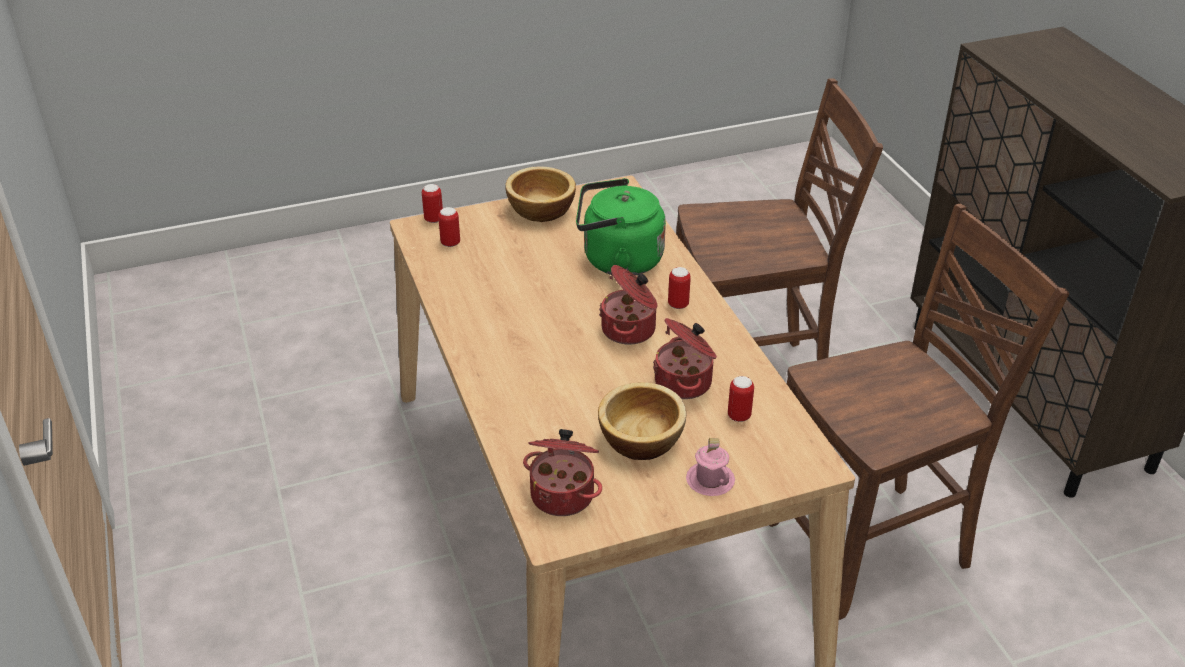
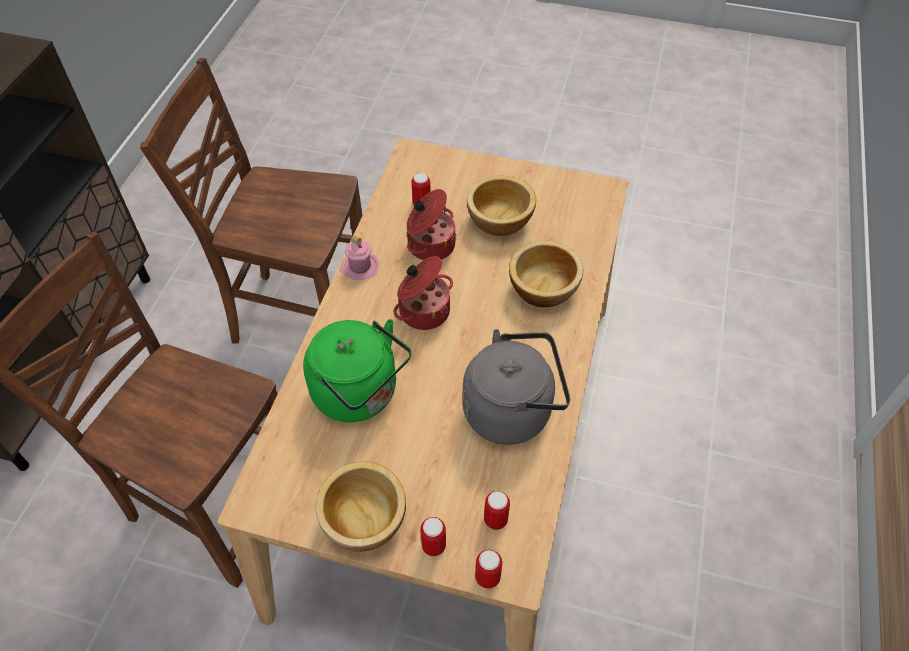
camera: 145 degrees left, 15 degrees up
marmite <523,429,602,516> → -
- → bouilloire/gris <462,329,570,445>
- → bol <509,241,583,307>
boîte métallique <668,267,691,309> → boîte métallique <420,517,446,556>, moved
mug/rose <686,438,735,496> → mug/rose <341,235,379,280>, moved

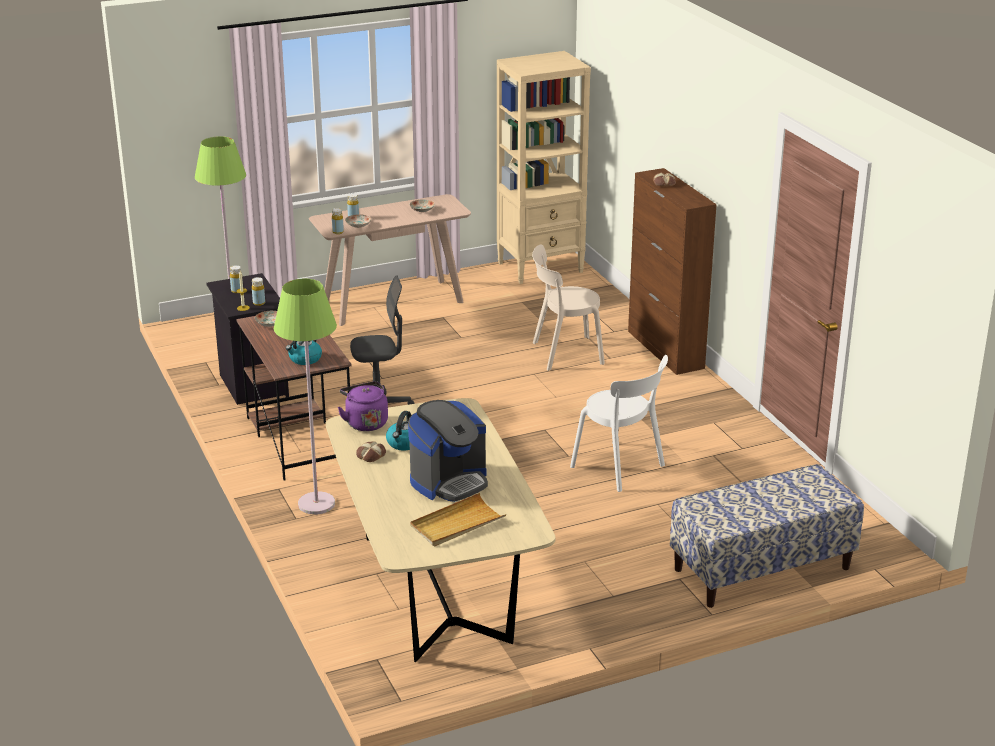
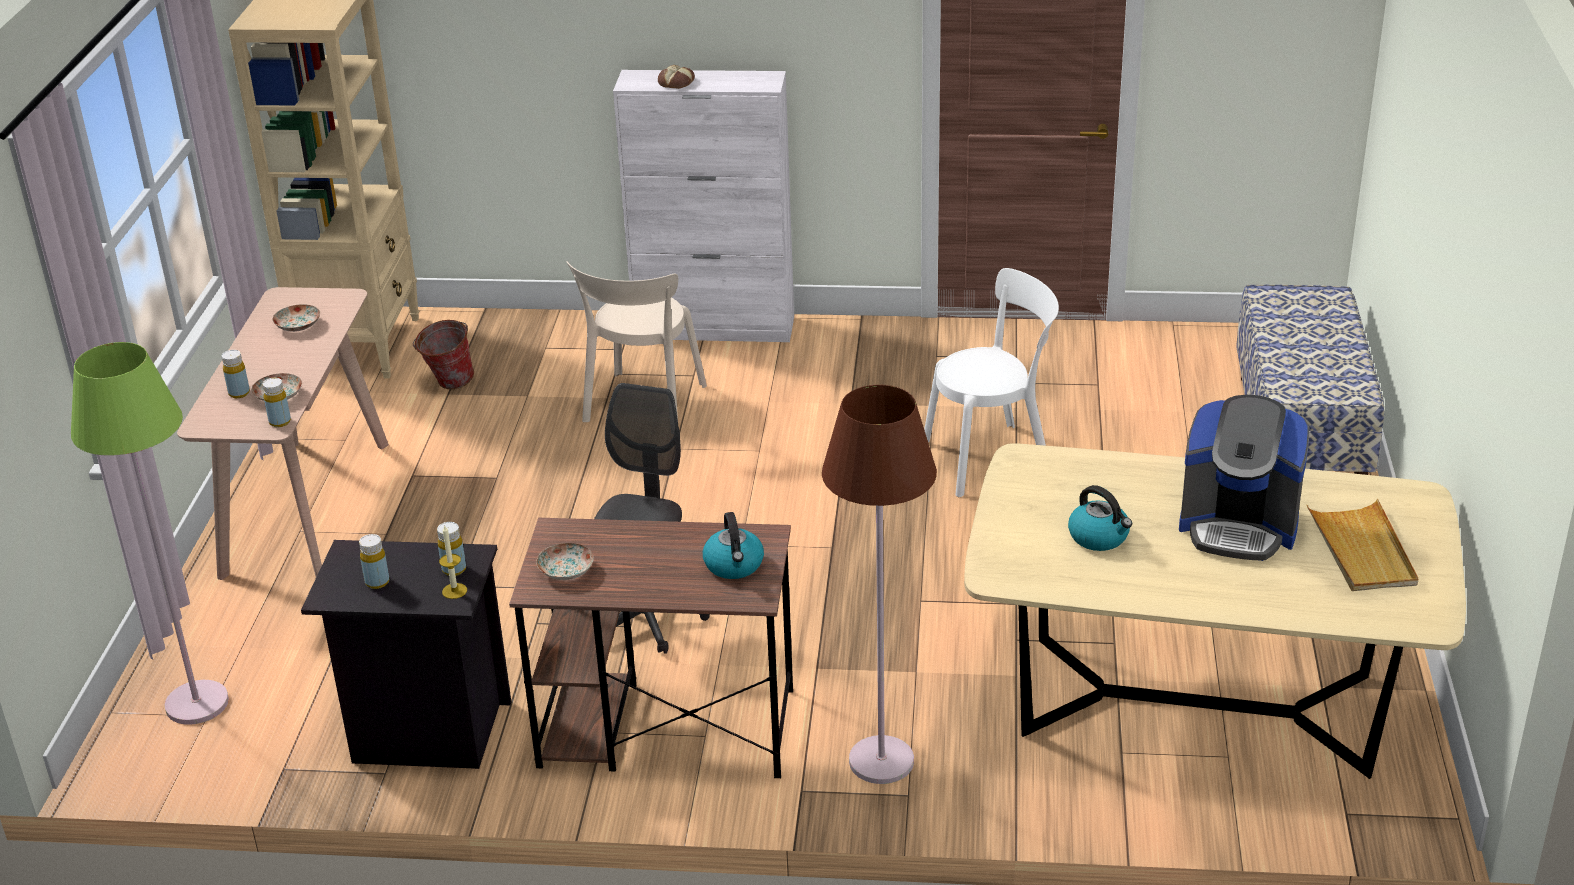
camera: 60 degrees left, 5 degrees up
bouilloire/violet <338,381,388,431> → -
pain <356,441,386,462> → -
- → seau <413,320,474,389>
lampadaire/vert <274,279,337,515> → lampadaire/marron <822,385,937,784>
meuble de rangement/marron <628,168,717,375> → meuble de rangement/blanc <613,70,794,342>
machine à café <408,400,488,502> → machine à café <1179,395,1309,561>, 120 degrees clockwise

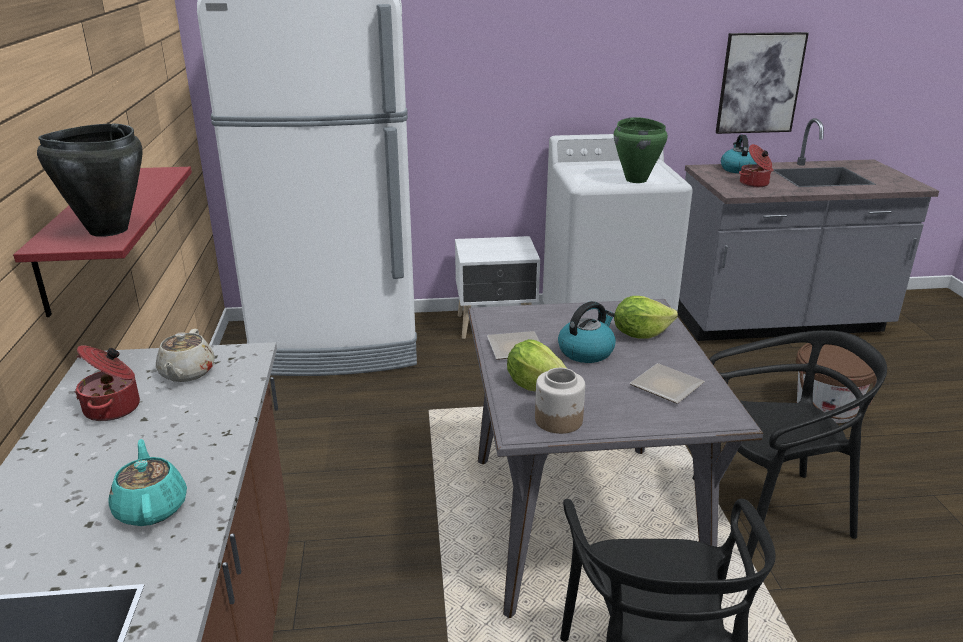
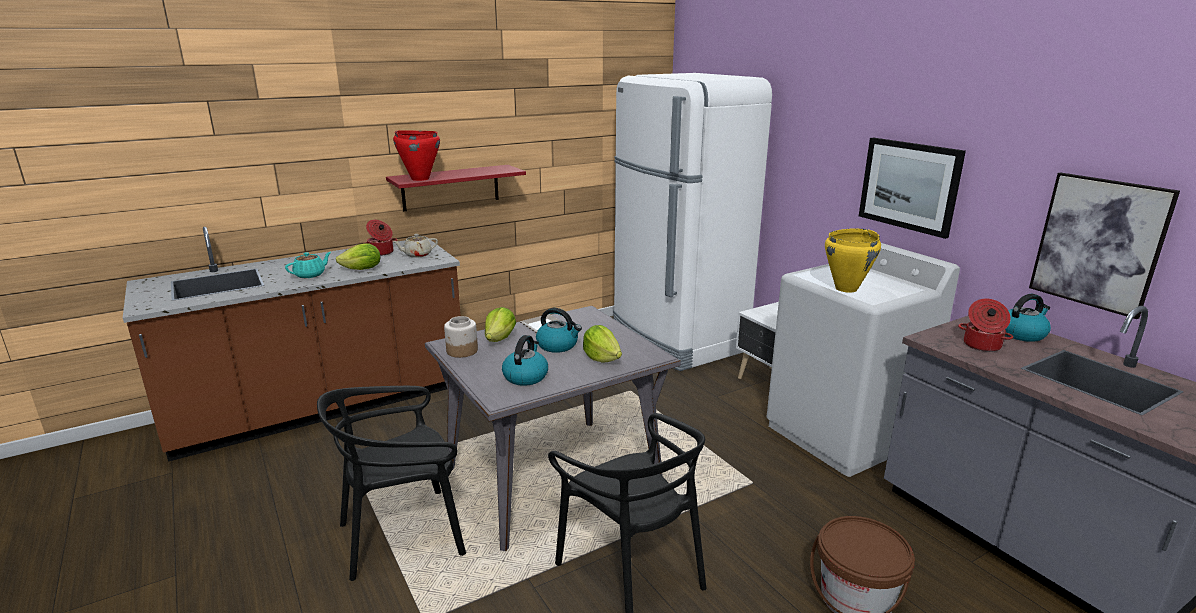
camera: 65 degrees right, 5 degrees down
- → laitue <336,243,381,270>
- → tableau <859,137,966,239>
assiette <629,363,705,404> → bouilloire <502,335,548,386>
marmite/noir <37,123,142,237> → marmite/rouge <393,130,440,181>
marmite/vert <614,117,668,183> → marmite/jaune <825,228,881,293>

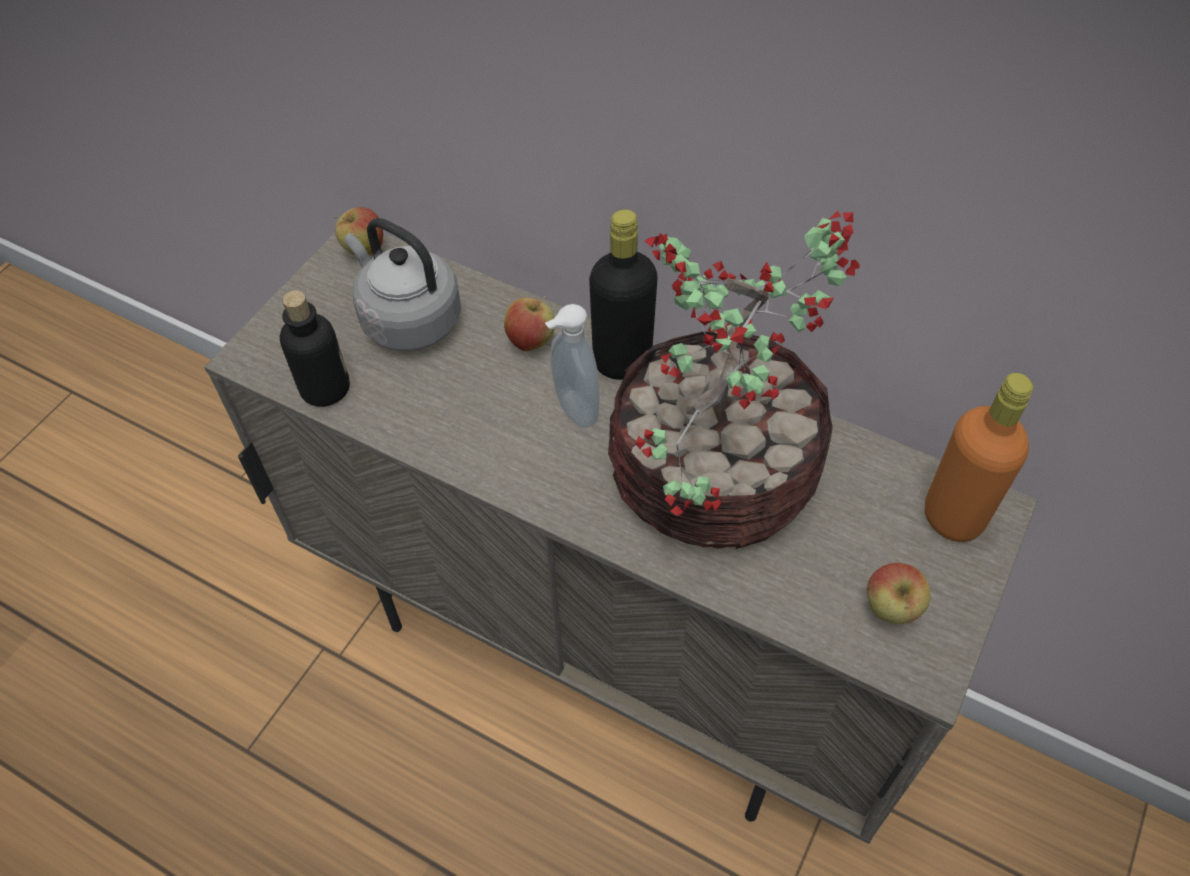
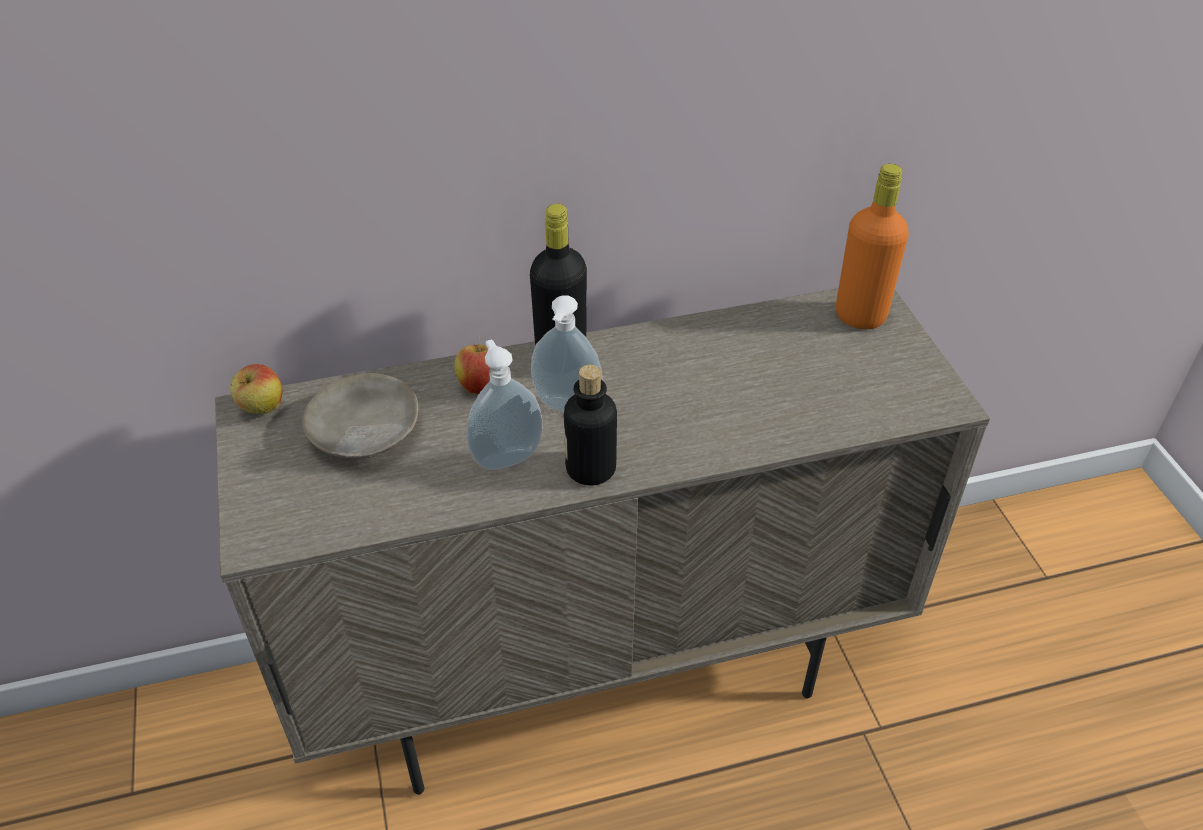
camera: 45 degrees left, 10 degrees down
plante en pot <608,211,860,549> → -
pomme <867,563,931,624> → -
- → distributeur de savon <467,339,542,470>
bouteille <280,290,350,407> → bouteille <564,365,617,486>, moved
bouilloire/gris <345,218,461,351> → assiette/beige <302,373,418,459>

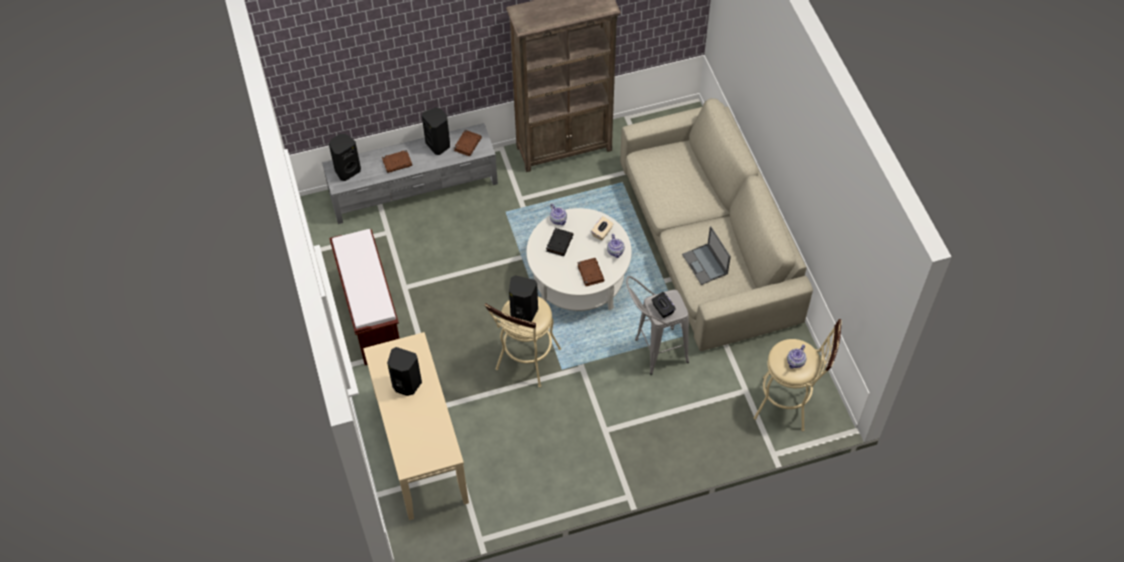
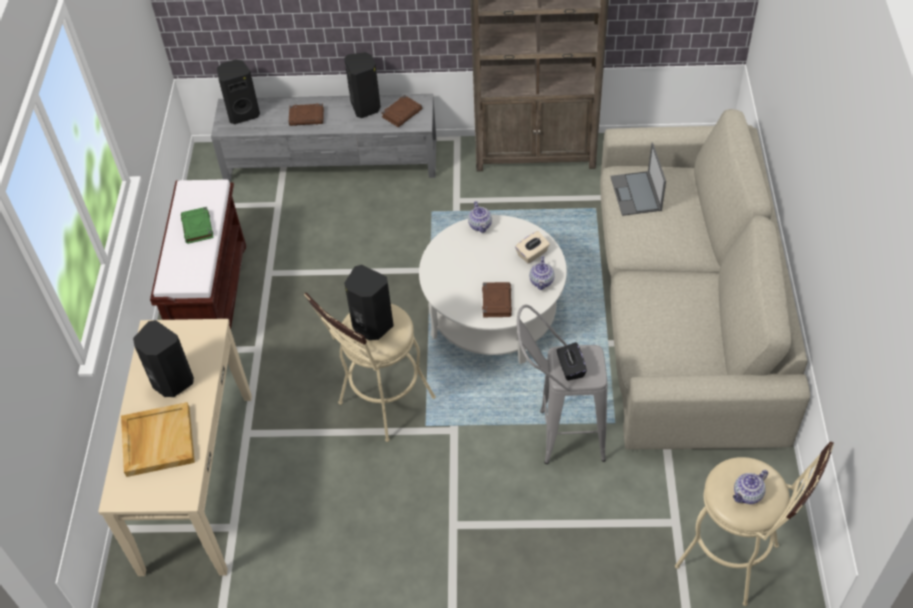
camera: 20 degrees right, 5 degrees down
livre/noir <546,228,574,256> → -
- → plateau/beige <121,402,195,477>
- → livre/vert <181,207,214,244>
ordinateur portable <682,226,731,285> → ordinateur portable <610,142,666,216>, moved

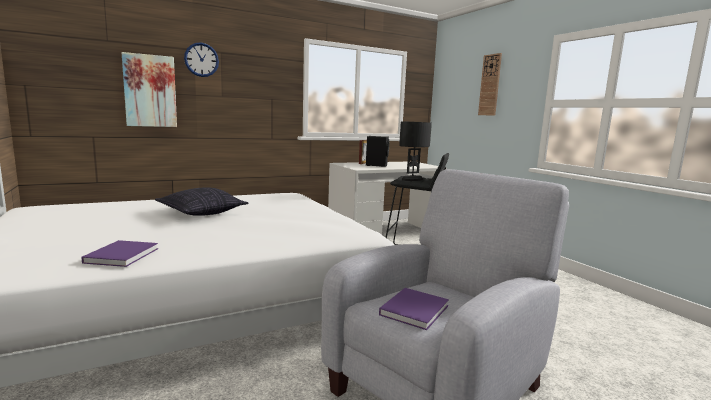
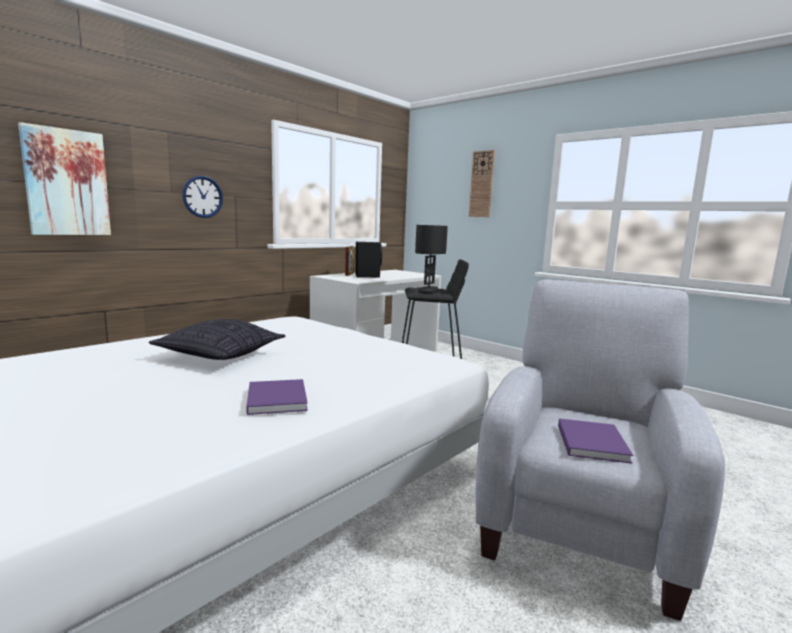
camera: 20 degrees left, 0 degrees up
livre/violet <81,240,158,267> → livre/violet <246,379,308,415>, moved
horloge murale <184,43,219,77> → horloge murale <182,176,223,218>, moved

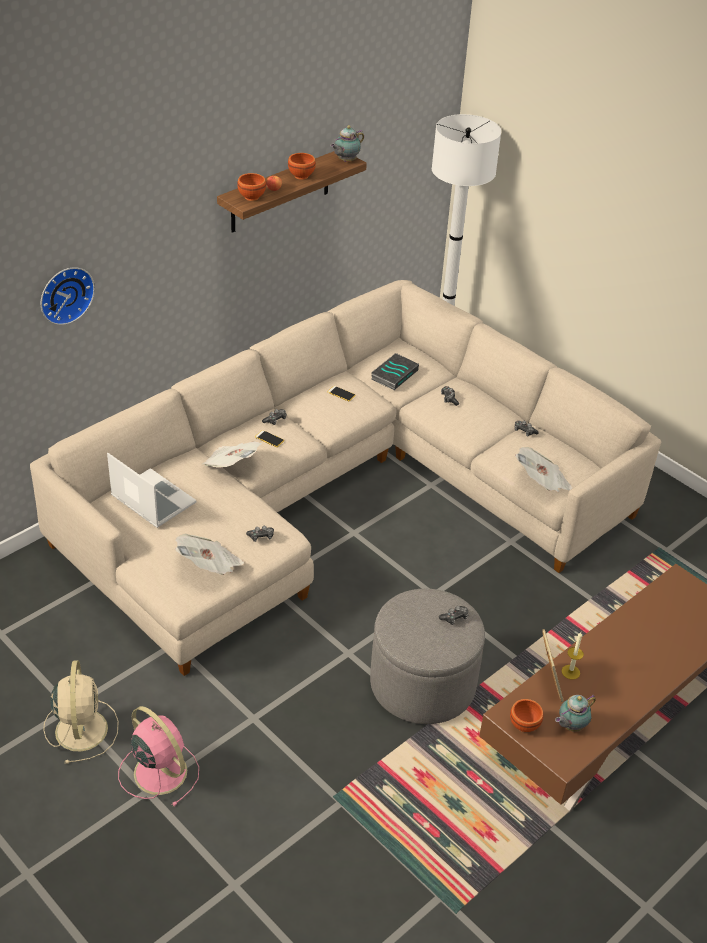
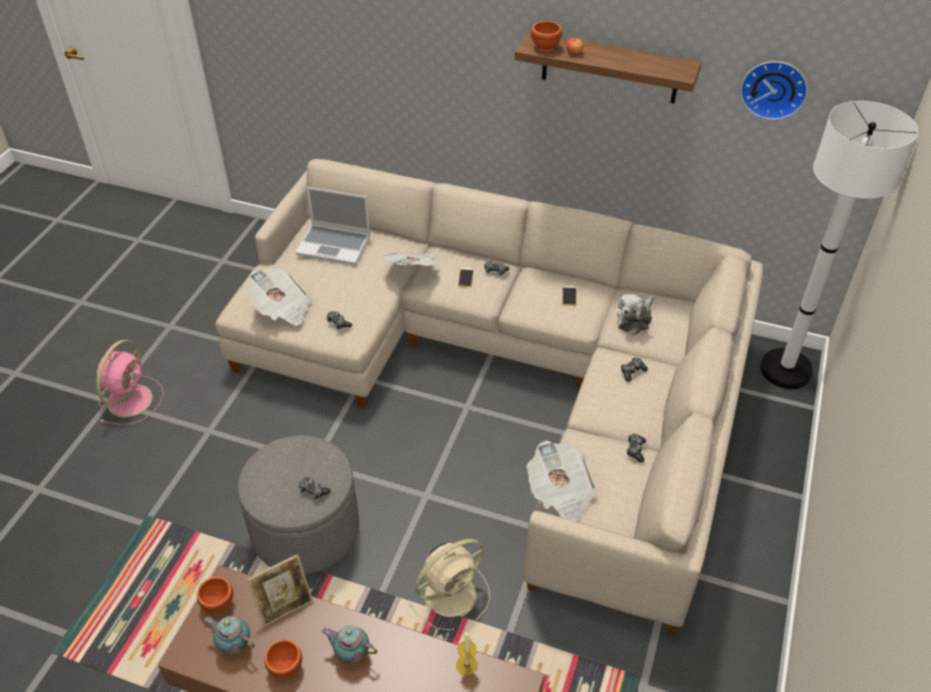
camera: 65 degrees right, 5 degrees up
horloge murale <41,267,95,325> → horloge murale <740,61,808,120>, moved
ventilateur/beige <43,660,118,764> → ventilateur/beige <408,539,490,630>, moved
bol/marron <288,153,316,180> → bol/marron <264,639,302,679>, moved
théière <330,125,364,162> → théière <321,625,378,664>, moved
bougie <561,632,584,680> → bougie <456,632,478,676>, moved
livre <371,353,419,390> → peluche <617,294,654,335>
ordinateur portable <107,453,197,528> → ordinateur portable <295,187,371,265>, 90 degrees clockwise

